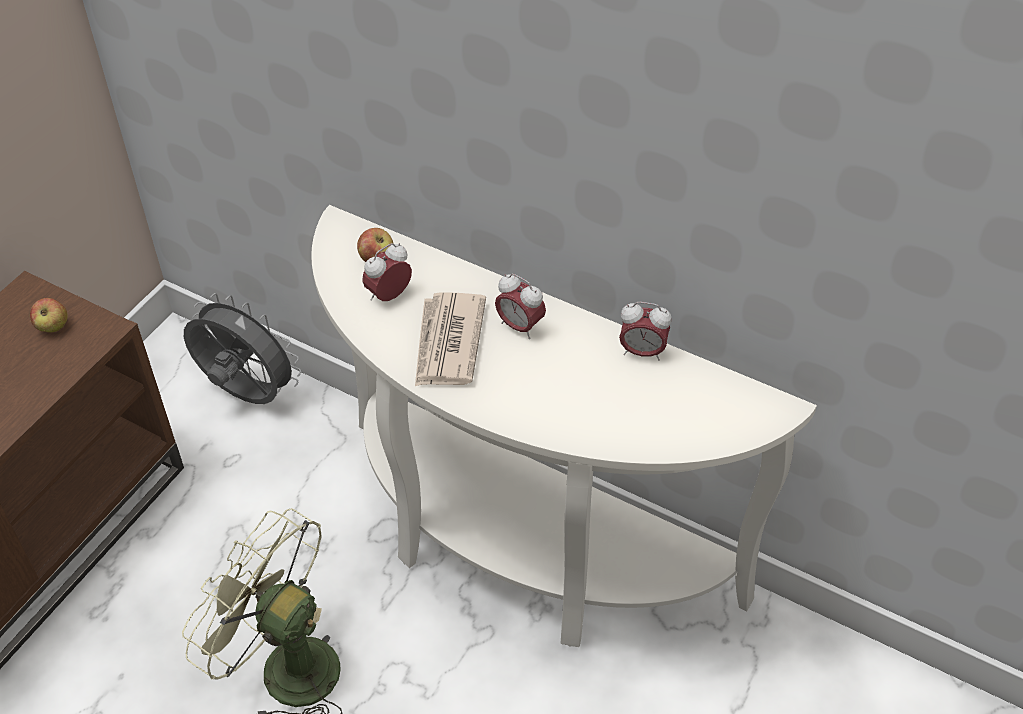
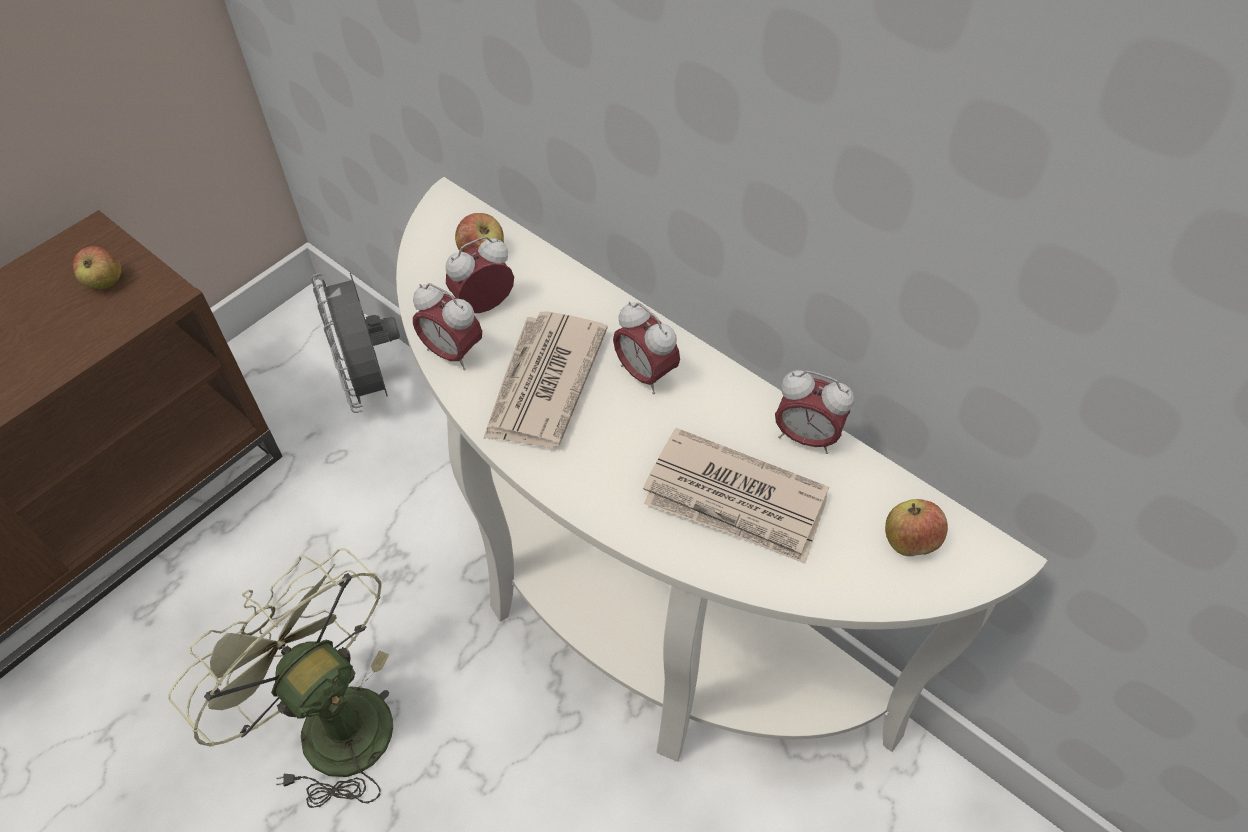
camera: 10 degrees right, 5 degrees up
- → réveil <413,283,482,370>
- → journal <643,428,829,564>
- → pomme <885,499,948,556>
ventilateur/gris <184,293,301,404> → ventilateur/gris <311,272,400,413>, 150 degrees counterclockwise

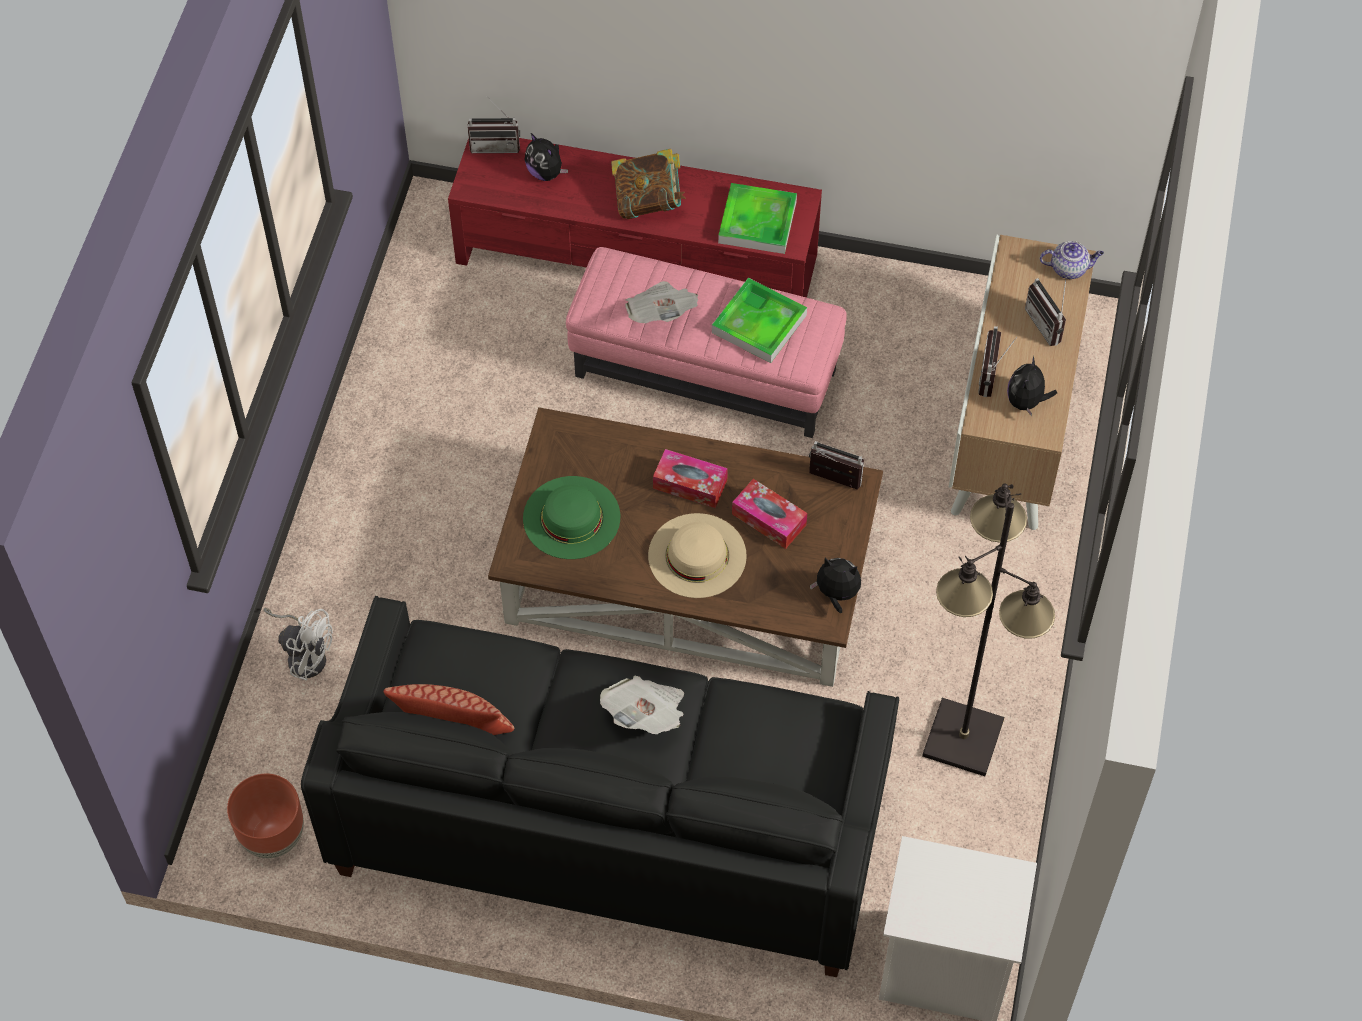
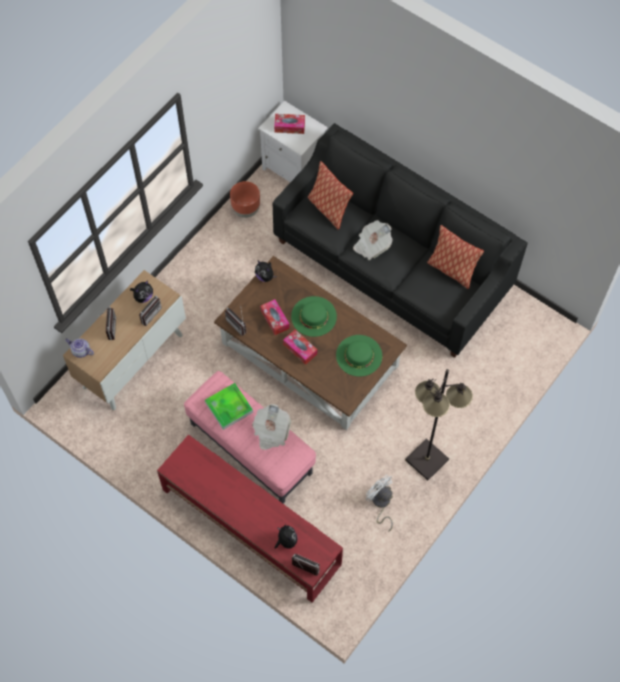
camera: 155 degrees left, 5 degrees up
livre <611,149,686,219> → -
plateau <718,183,797,254> → -
- → boîte à mouchoirs <274,114,305,134>
- → coussin <308,161,353,230>
cache-pot/marron <227,774,304,858> → cache-pot/marron <230,181,260,218>, moved
ventilateur/blanc <263,608,333,681> → ventilateur/blanc <366,474,393,532>, moved
lampadaire/noir <922,484,1055,776> → lampadaire/noir <405,369,473,480>, moved
chapeau/beige <648,513,747,598> → chapeau/vert <291,296,337,337>

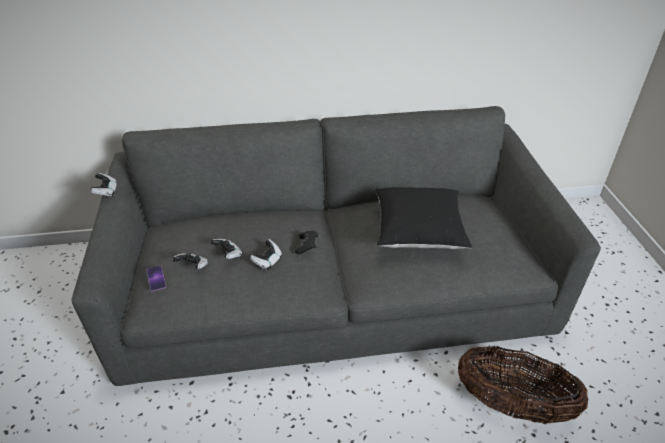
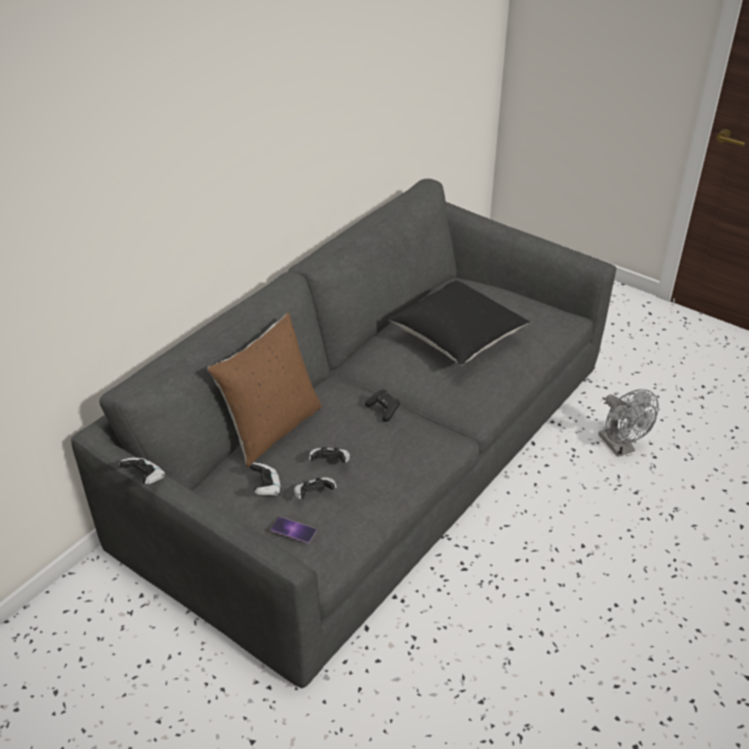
camera: 45 degrees left, 0 degrees up
- → coussin/marron <207,312,322,467>
manette <250,239,282,270> → manette <249,463,281,496>, moved
panier <458,346,588,424> → ventilateur/gris <598,389,659,457>

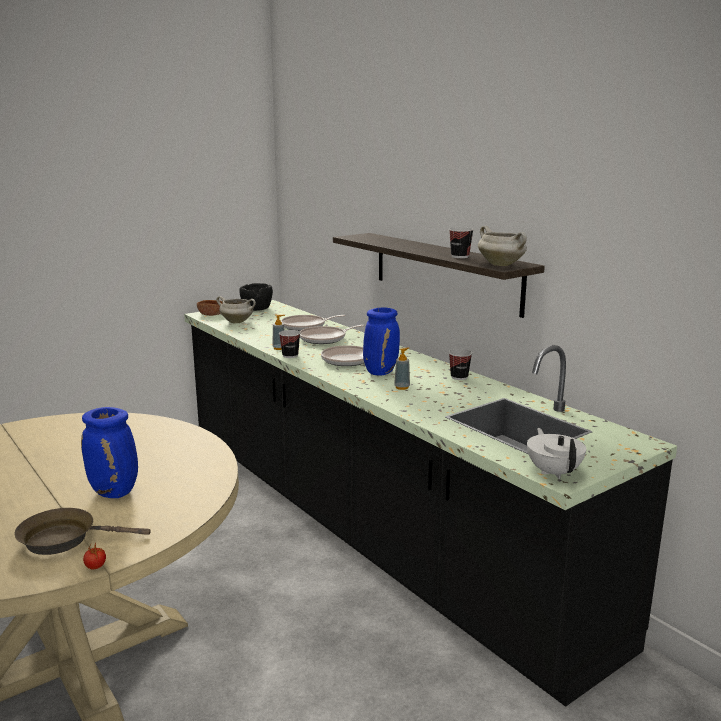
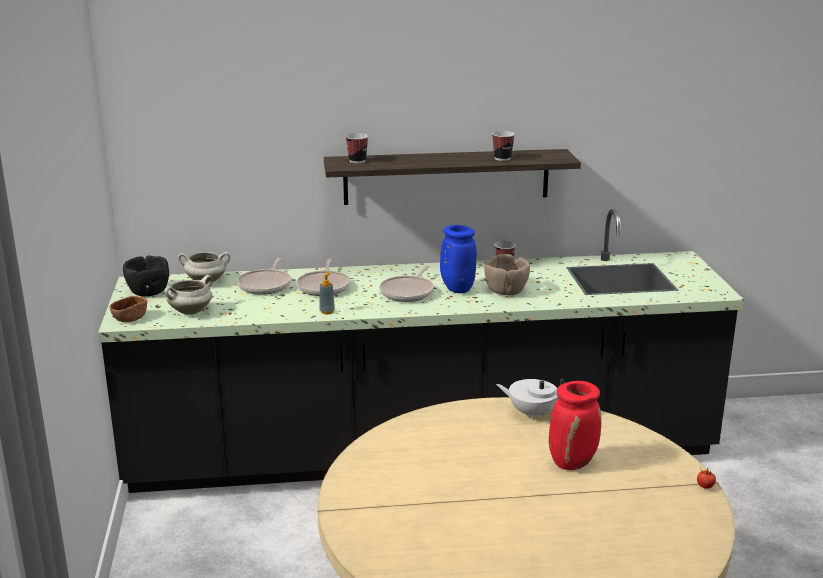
camera: 60 degrees left, 5 degrees up
poêle/marron <15,508,151,555> → -
tasse <279,330,300,358> → tasse <345,133,368,163>, moved
marmite/blanc <478,226,527,266> → marmite/blanc <178,252,230,284>, moved
théière/blanc <527,428,586,479> → théière/blanc <496,379,565,419>, moved
distributeur de savon <394,347,410,390> → bol/marron <484,254,530,295>
vase/bleu <81,407,138,498> → vase/rouge <549,381,602,470>

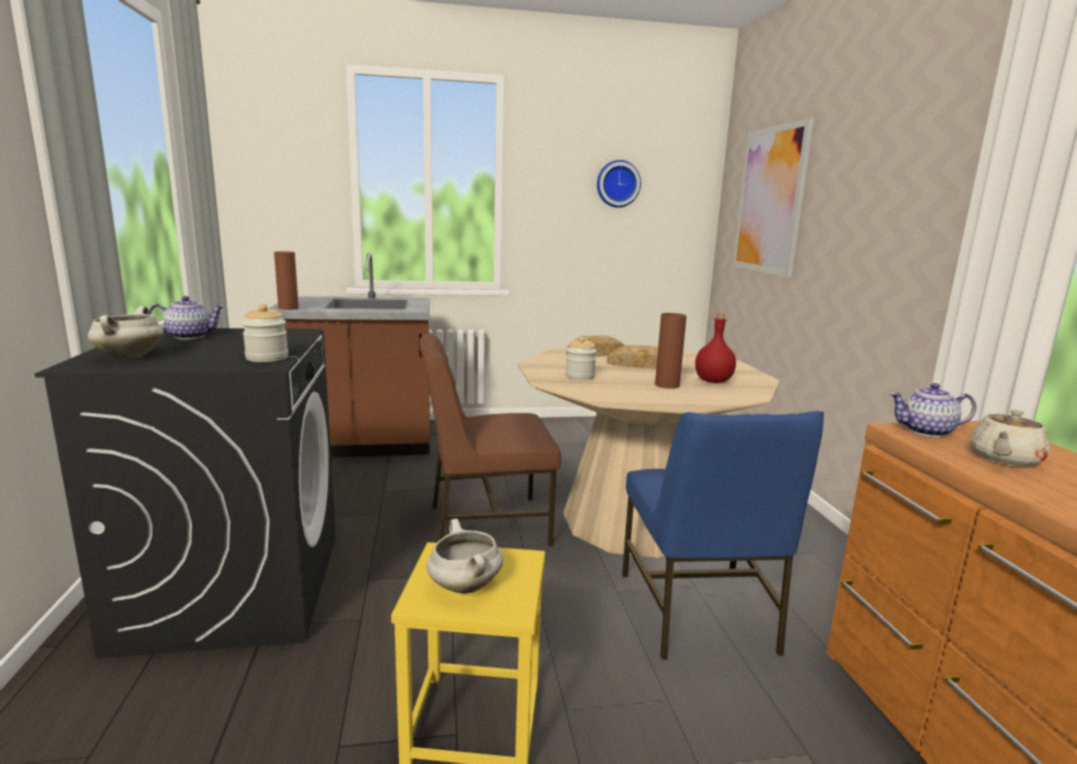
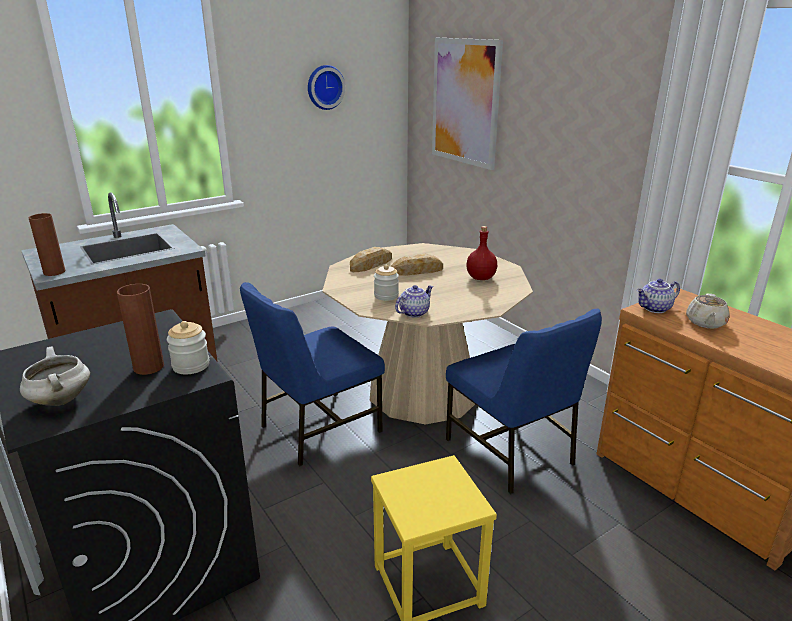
camera: 25 degrees left, 10 degrees up
marmite/blanc <427,519,503,594> → -
théière <148,296,225,339> → théière <395,285,433,318>, moved
vase/marron <655,313,687,389> → vase/marron <117,284,164,375>, moved
chaise/marron <419,334,561,546> → chaise/bleu <240,282,385,467>

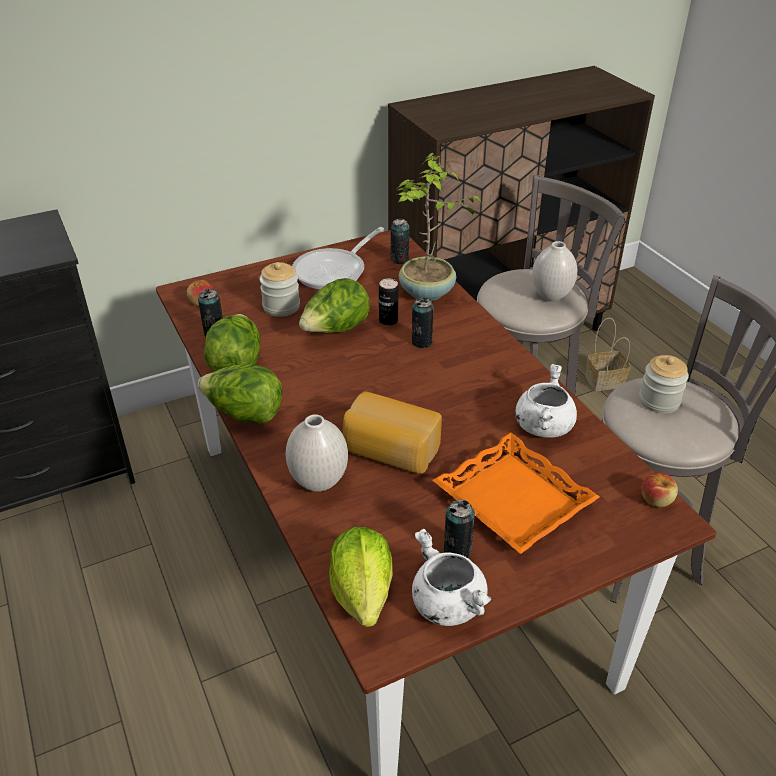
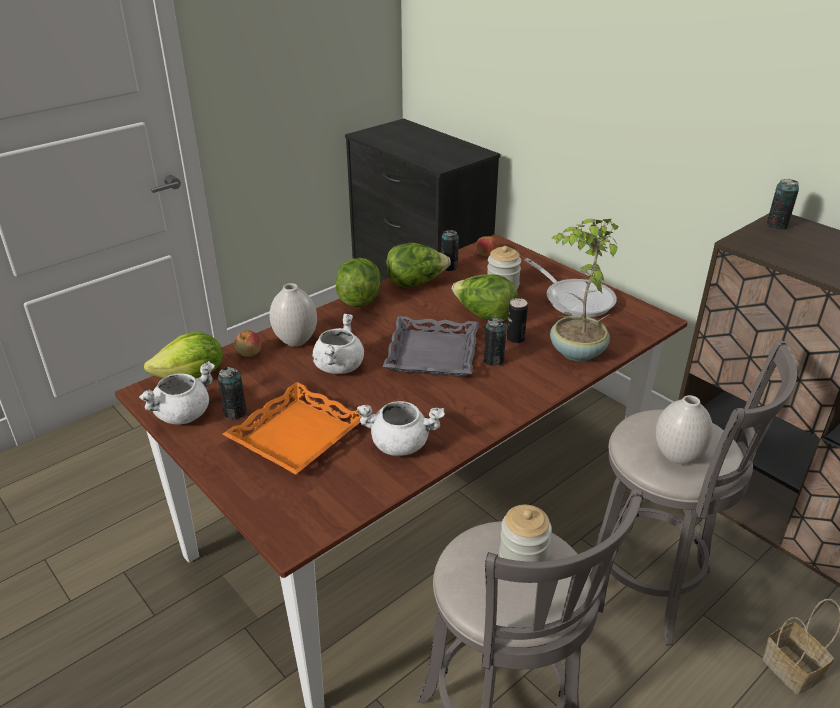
camera: 75 degrees right, 5 degrees down
- → plateau/gris <383,316,479,377>
boîte métallique <391,218,410,264> → boîte métallique <766,179,799,230>, moved
pomme <642,472,678,507> → pomme <234,330,261,357>, moved
pain <343,391,442,474> → marmite/blanc <313,314,364,374>
poêle <292,227,384,290> → poêle <524,258,617,318>, 150 degrees counterclockwise

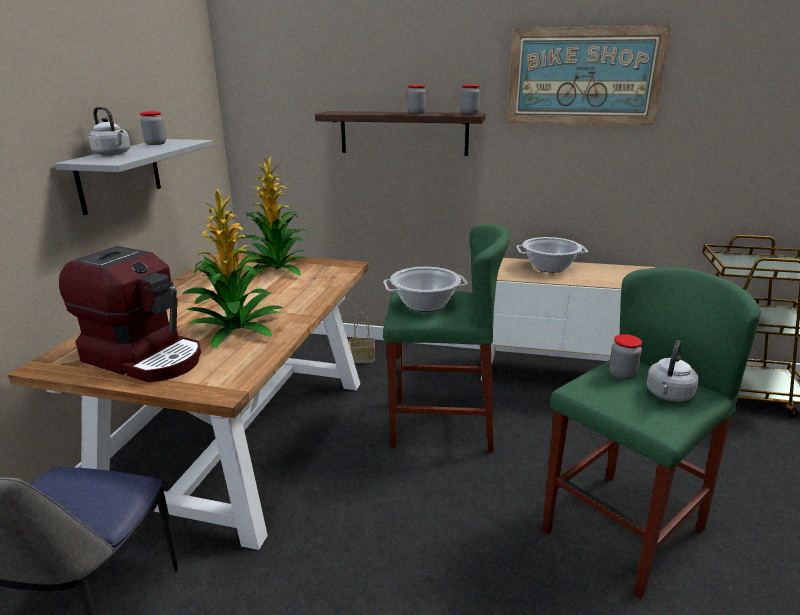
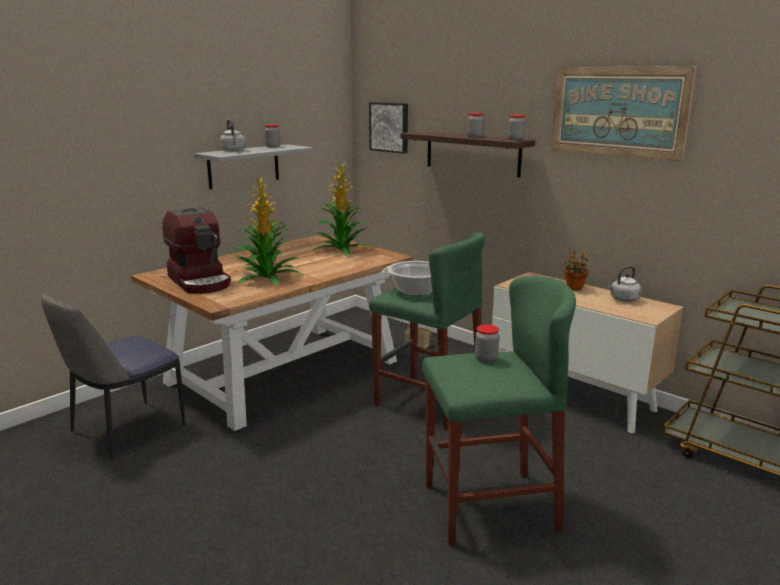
camera: 30 degrees right, 5 degrees down
- → tableau <369,102,408,154>
bouilloire/gris <647,340,699,402> → bouilloire/gris <608,266,641,302>, moved
marmite <516,237,588,273> → plante en pot <564,250,589,291>

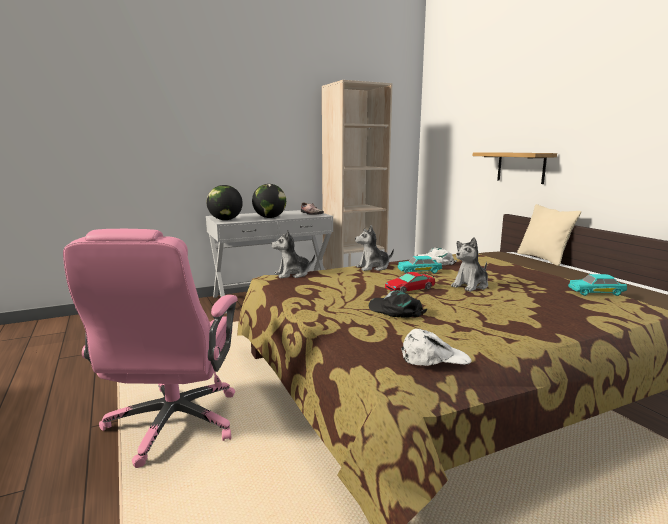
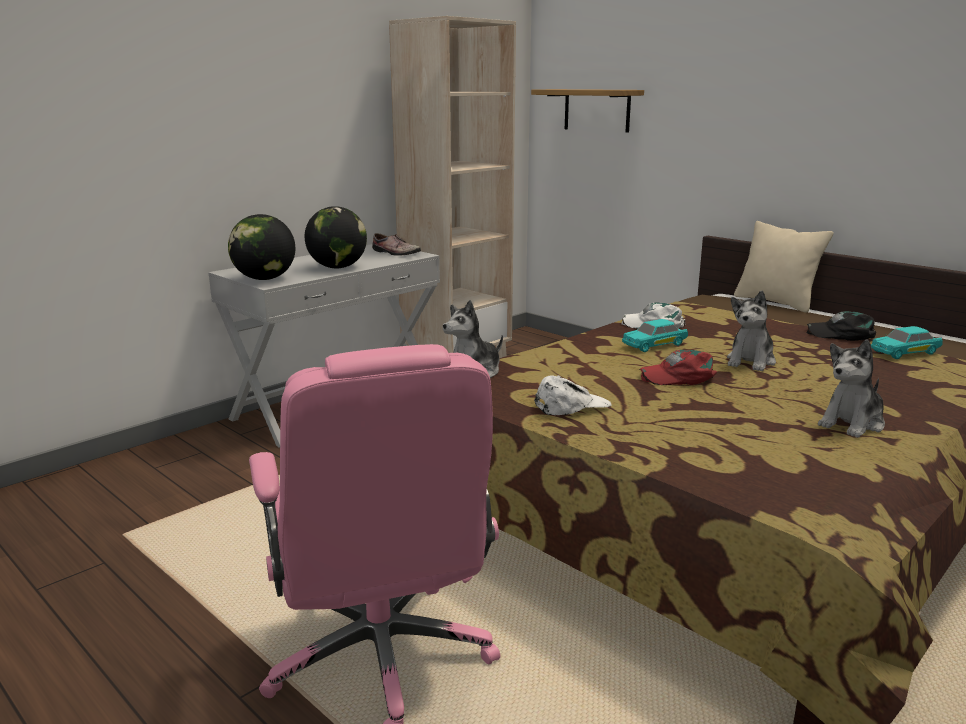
camera: 20 degrees left, 5 degrees up
peluche <355,225,394,271> → peluche <818,339,885,438>, moved
casquette/noir <369,290,427,318> → casquette/noir <806,311,876,341>, moved
casquette/blanc <401,329,472,366> → casquette/blanc <534,375,612,415>, moved
étagère <473,152,557,184> → étagère <531,89,644,133>, moved
petite voiture <385,272,435,293> → casquette/rouge <639,350,717,385>

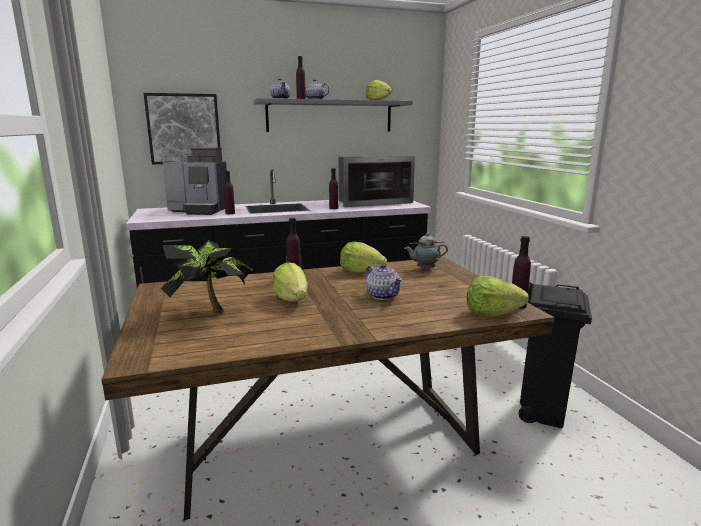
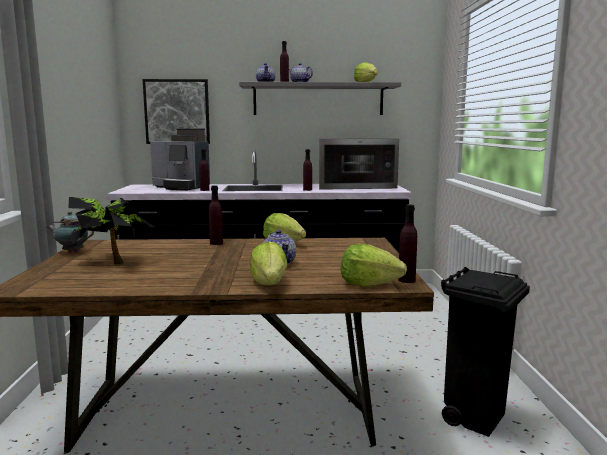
camera: 15 degrees right, 5 degrees down
laitue <272,263,308,302> → laitue <250,241,287,285>, moved
théière <404,233,448,270> → théière <47,211,94,252>, moved

